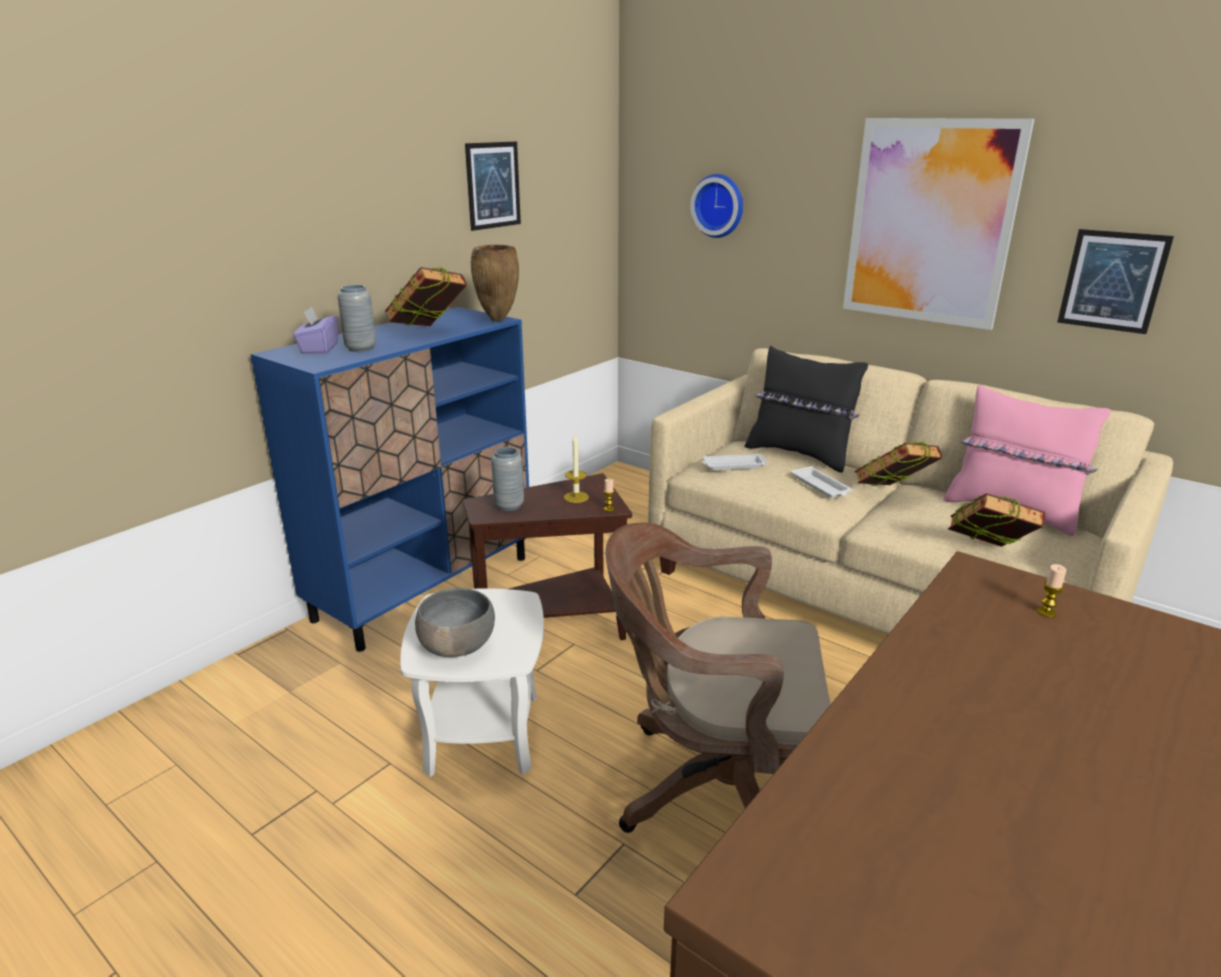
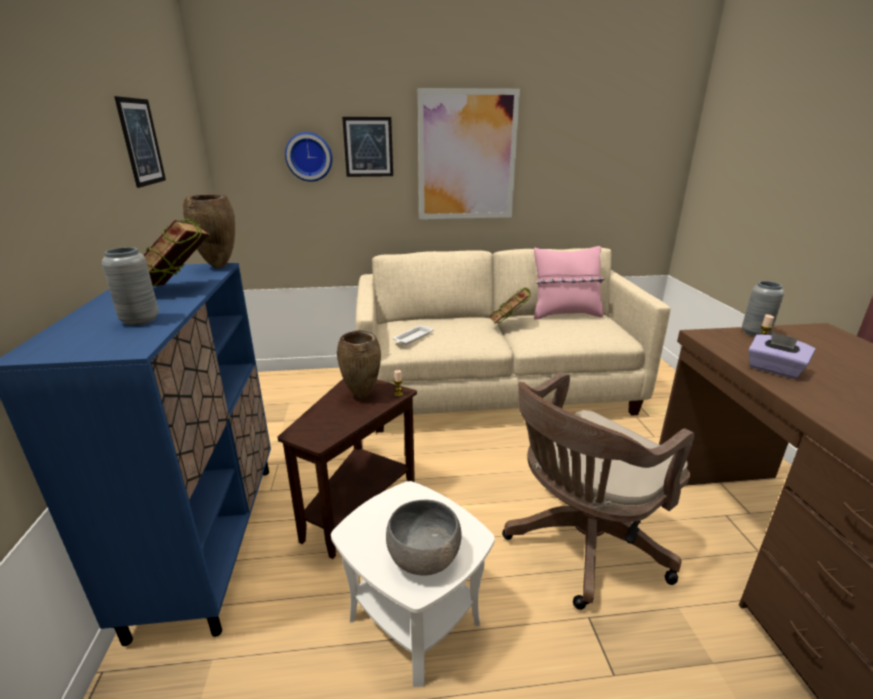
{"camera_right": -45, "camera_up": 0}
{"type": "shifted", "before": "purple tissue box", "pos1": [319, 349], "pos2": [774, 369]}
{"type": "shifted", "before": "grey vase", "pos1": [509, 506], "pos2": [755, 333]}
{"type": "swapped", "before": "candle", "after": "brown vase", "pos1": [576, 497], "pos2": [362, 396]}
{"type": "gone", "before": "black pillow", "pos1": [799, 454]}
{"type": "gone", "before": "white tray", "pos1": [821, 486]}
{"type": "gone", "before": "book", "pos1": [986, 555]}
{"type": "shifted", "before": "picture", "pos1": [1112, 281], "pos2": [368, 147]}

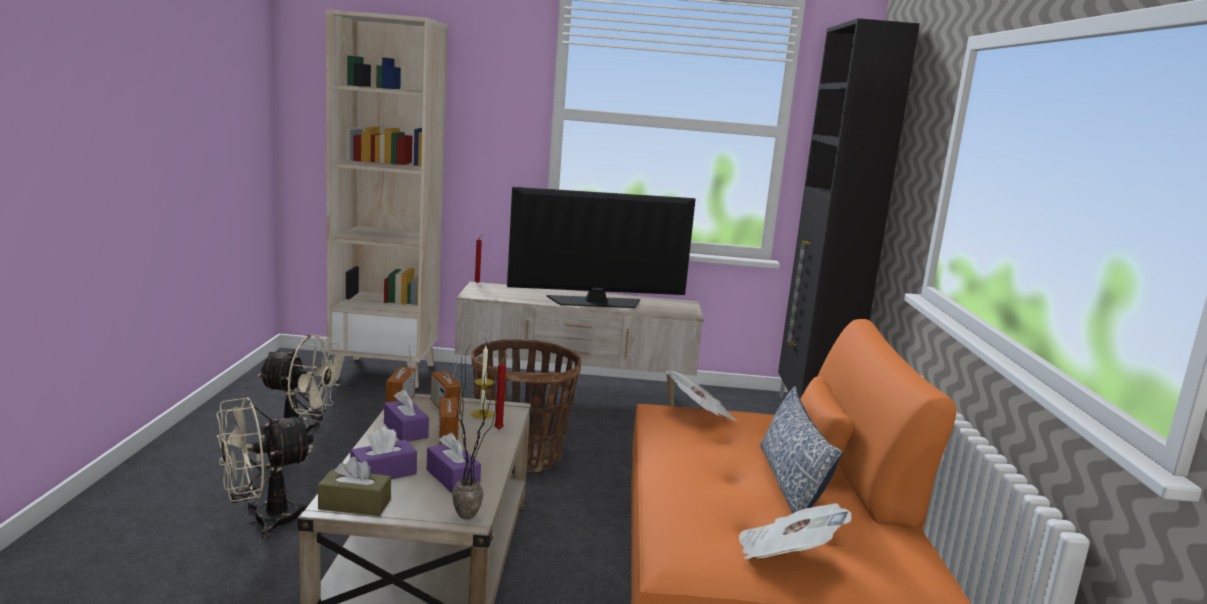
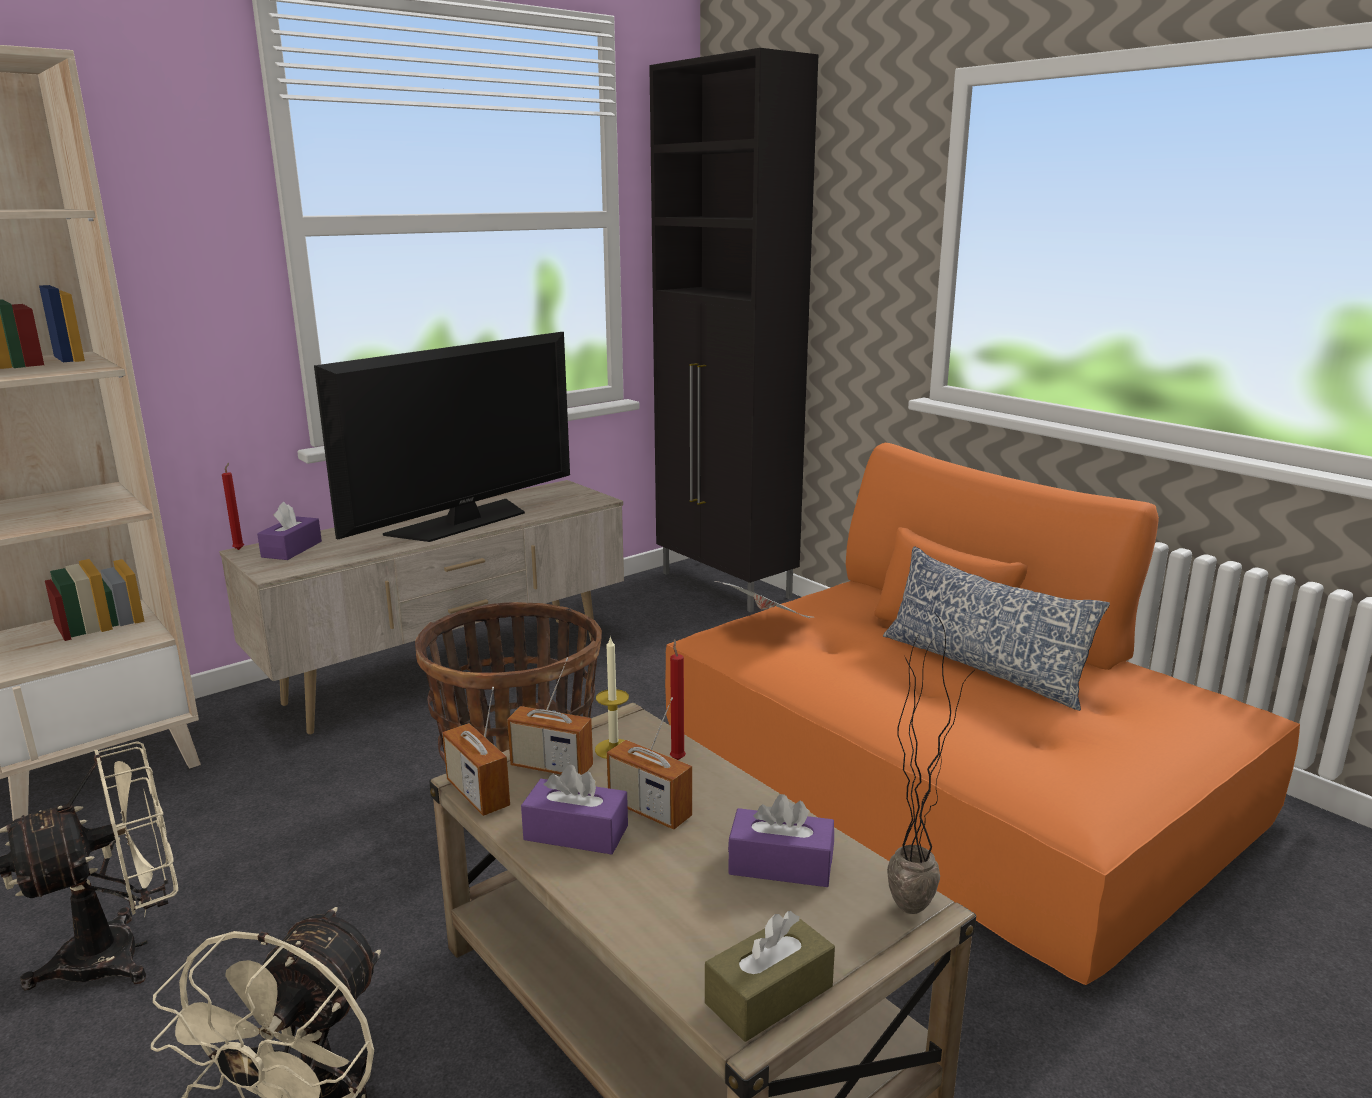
{"camera_right": -40, "camera_up": 5}
{"type": "shifted", "before": "purple tissue box", "pos1": [383, 473], "pos2": [292, 549]}
{"type": "gone", "before": "newspaper", "pos1": [786, 556]}

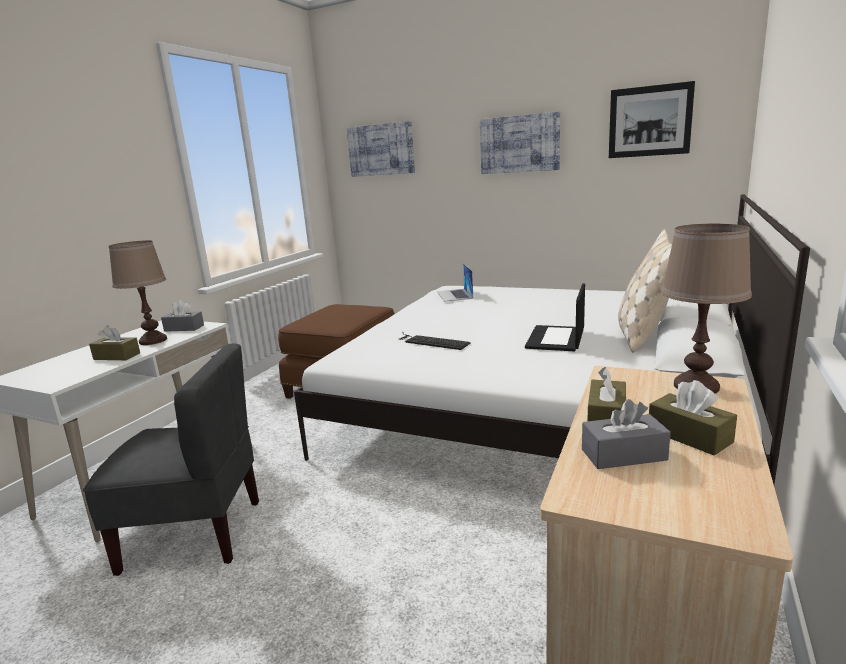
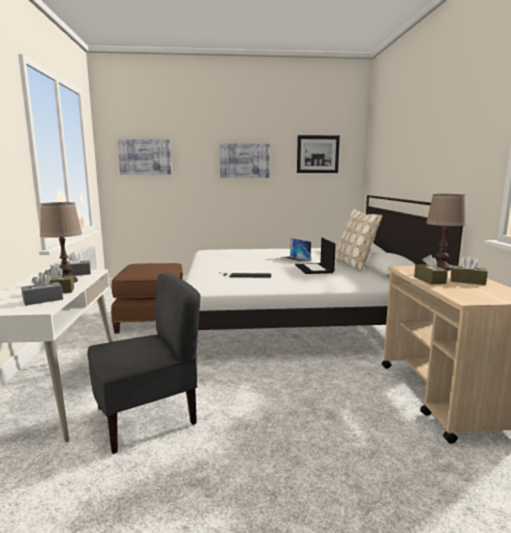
{"camera_right": -30, "camera_up": -5}
{"type": "shifted", "before": "laptop", "pos1": [454, 295], "pos2": [292, 259]}
{"type": "shifted", "before": "grey tissue box", "pos1": [623, 455], "pos2": [43, 300]}

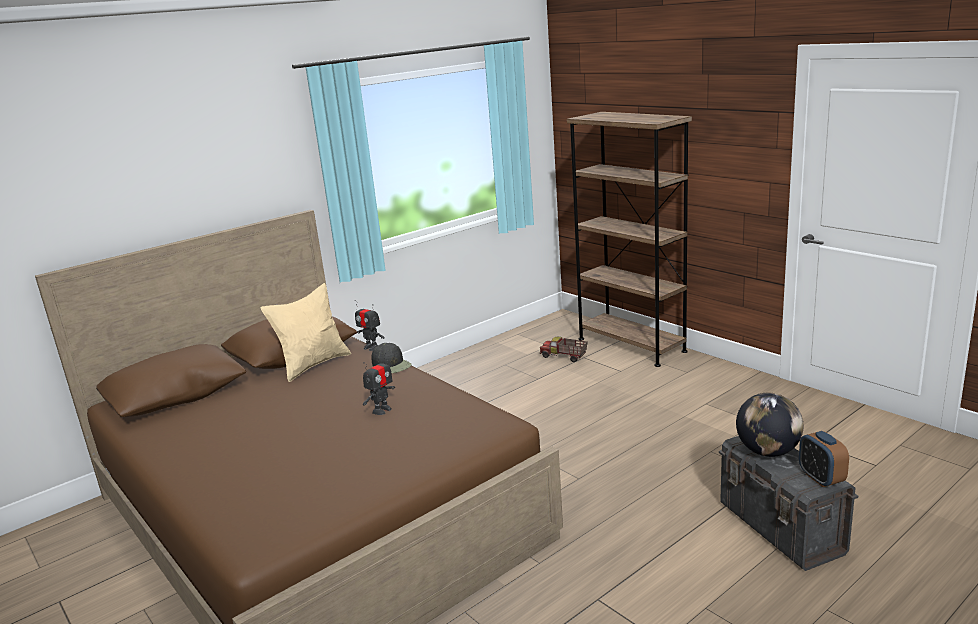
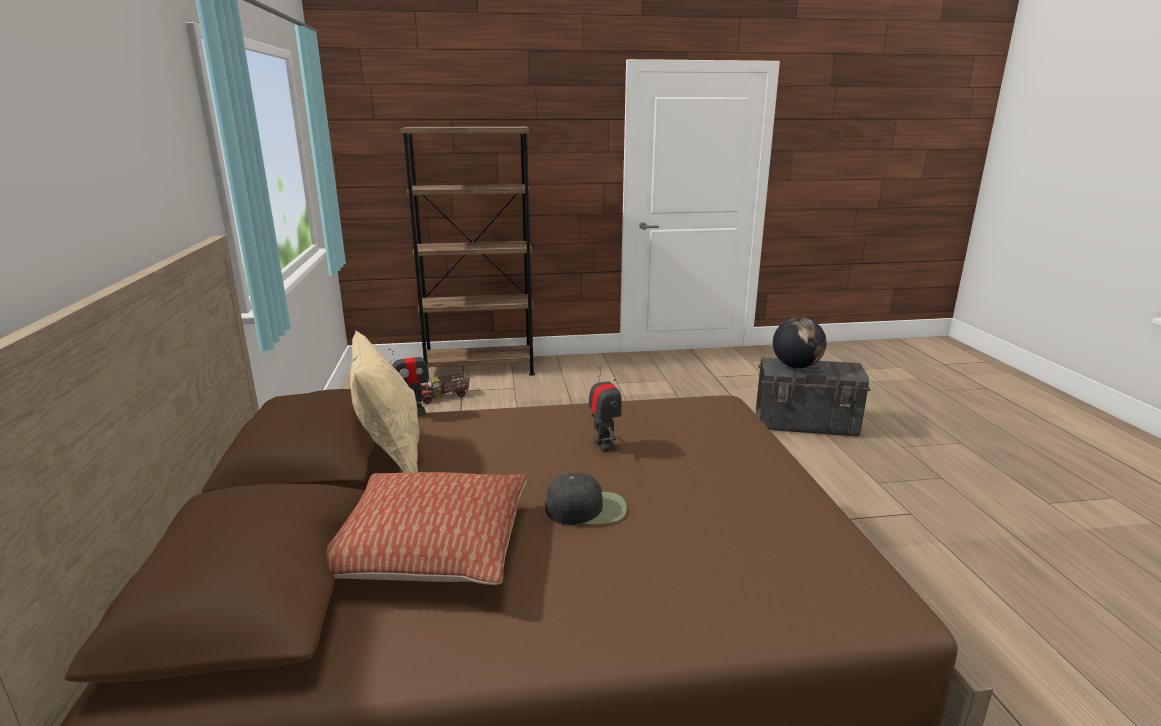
{"camera_right": -60, "camera_up": 0}
{"type": "shifted", "before": "black cap", "pos1": [391, 365], "pos2": [587, 508]}
{"type": "gone", "before": "alarm clock", "pos1": [821, 478]}
{"type": "new", "after": "pillow", "pos2": [430, 548]}

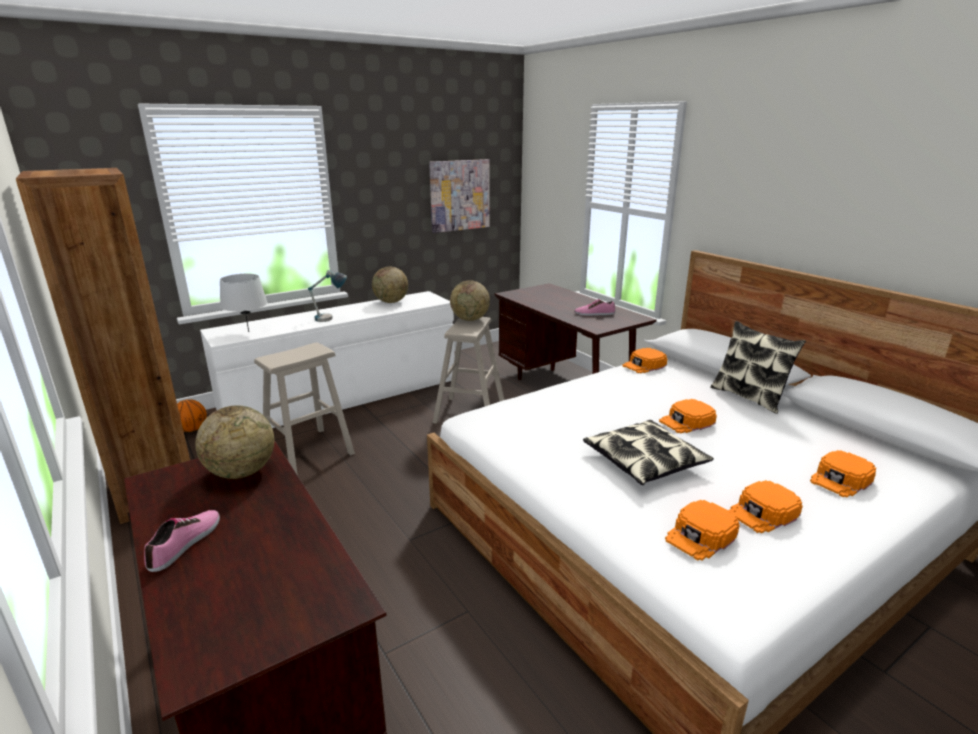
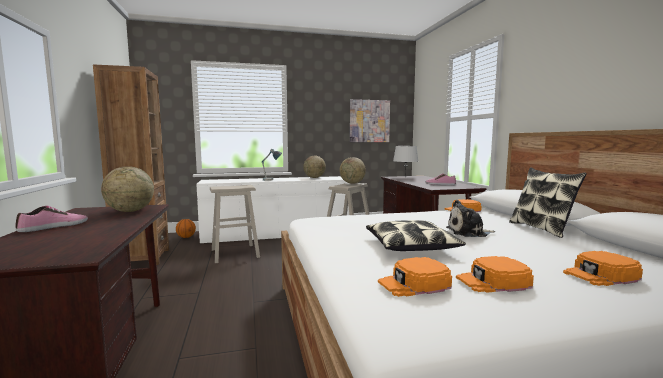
{"camera_right": 20, "camera_up": -15}
{"type": "shifted", "before": "grey table lamp", "pos1": [248, 332], "pos2": [405, 177]}
{"type": "swapped", "before": "orange cap", "after": "plush toy", "pos1": [687, 421], "pos2": [468, 232]}

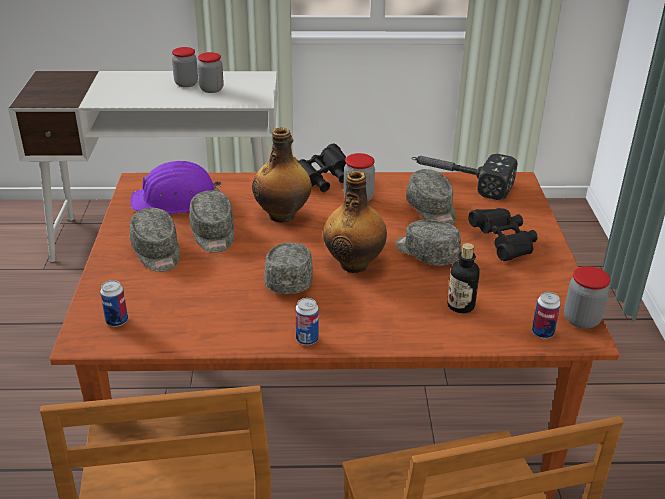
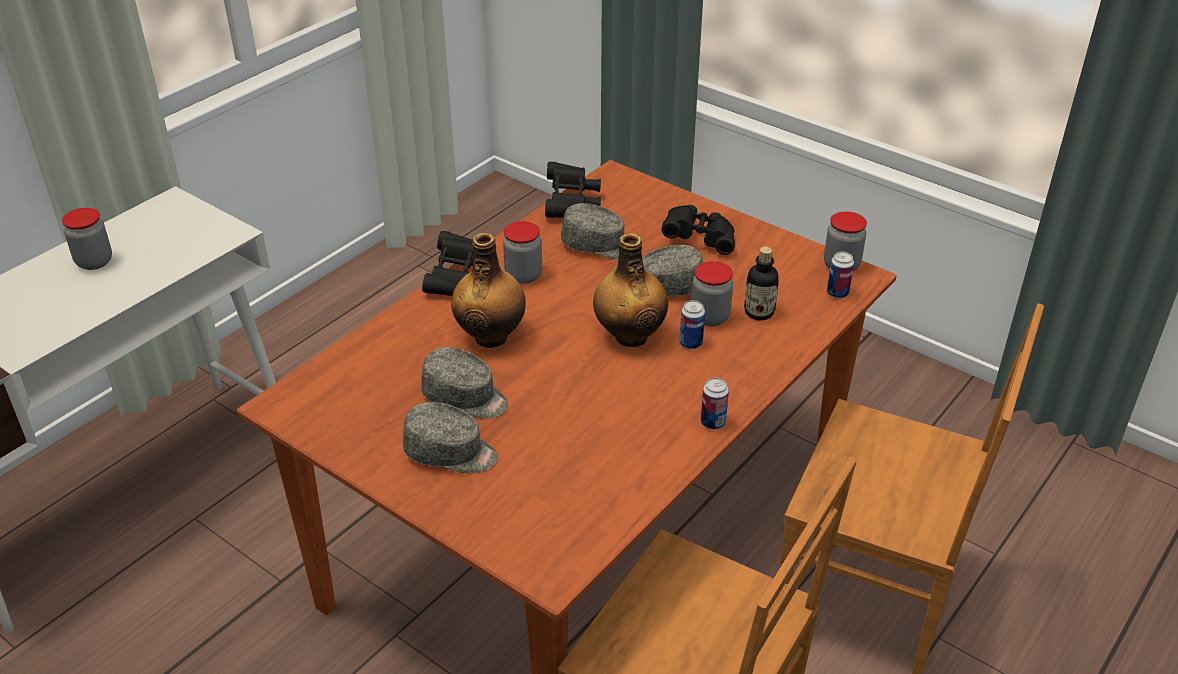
{"camera_right": -50, "camera_up": 5}
{"type": "shifted", "before": "can", "pos1": [117, 321], "pos2": [691, 343]}
{"type": "gone", "before": "purple hard hat", "pos1": [176, 200]}
{"type": "shifted", "before": "jar", "pos1": [211, 89], "pos2": [710, 317]}
{"type": "gone", "before": "grey cap", "pos1": [290, 278]}
{"type": "swapped", "before": "hammer", "after": "black binoculars", "pos1": [459, 180], "pos2": [571, 204]}

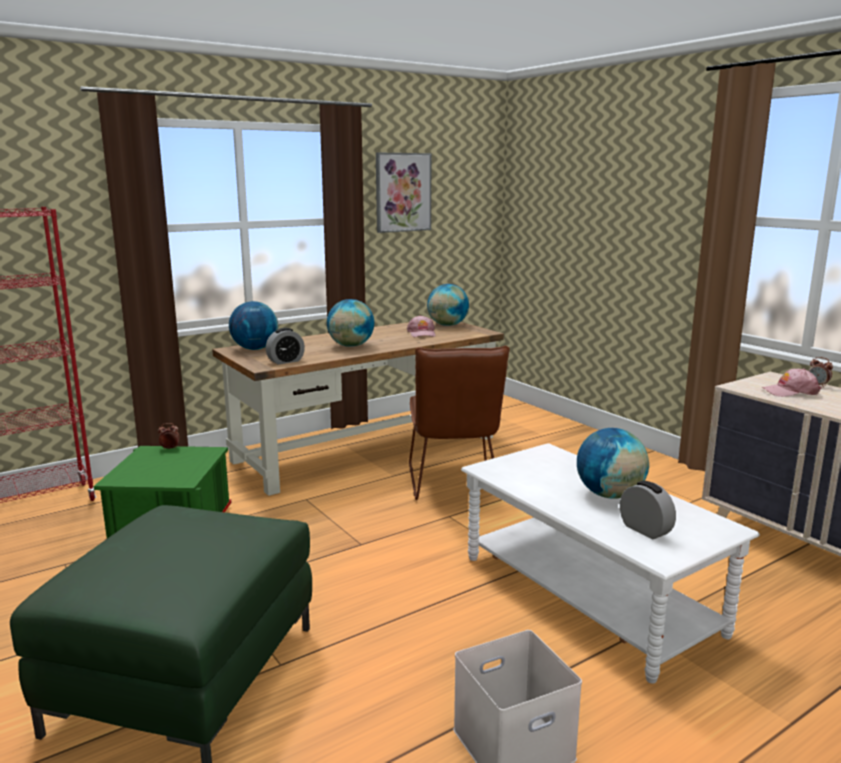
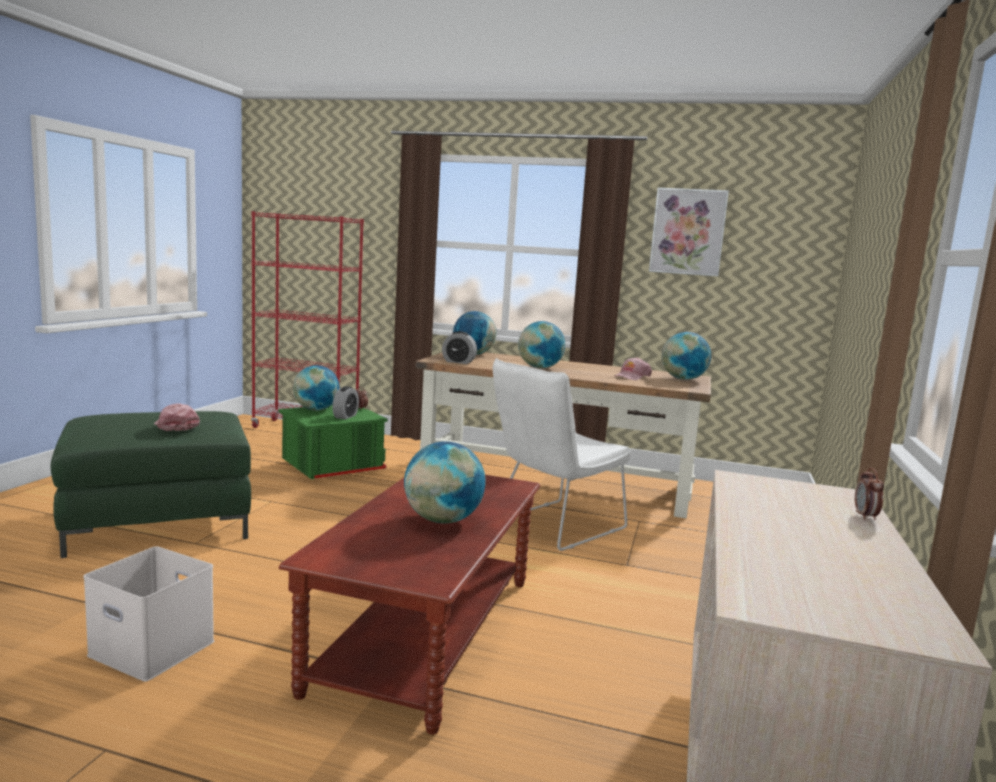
{"camera_right": 50, "camera_up": -5}
{"type": "repainted", "before": "brown chair", "after": "white chair", "pos1": [453, 484], "pos2": [552, 526]}
{"type": "repainted", "before": "white coffee table", "after": "brown coffee table", "pos1": [587, 594], "pos2": [427, 632]}
{"type": "shifted", "before": "alarm clock", "pos1": [645, 530], "pos2": [345, 416]}
{"type": "shifted", "before": "pink cap", "pos1": [790, 392], "pos2": [175, 426]}
{"type": "new", "after": "globe", "pos2": [316, 410]}

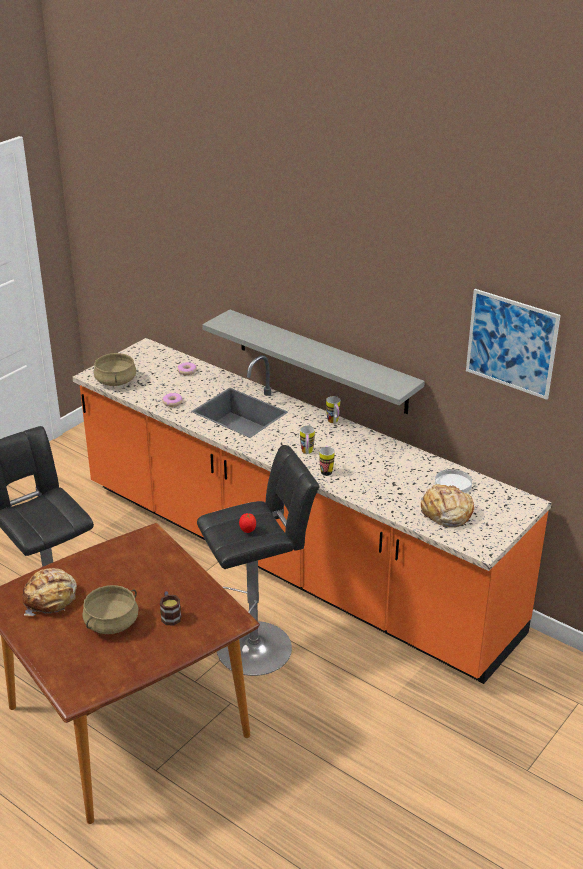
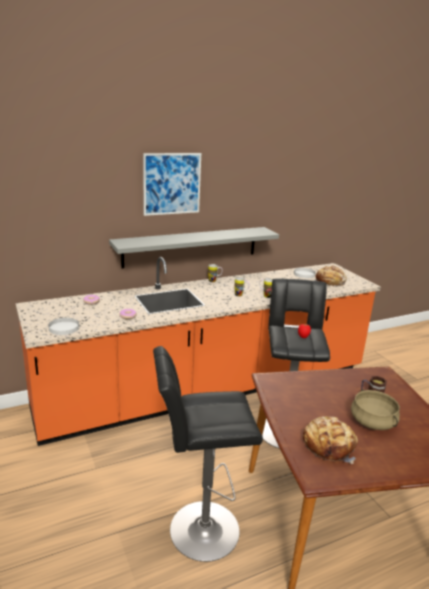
{"camera_right": -65, "camera_up": -10}
{"type": "swapped", "before": "beige cooking pot", "after": "white plate", "pos1": [116, 381], "pos2": [64, 328]}
{"type": "shifted", "before": "picture", "pos1": [511, 343], "pos2": [172, 184]}

